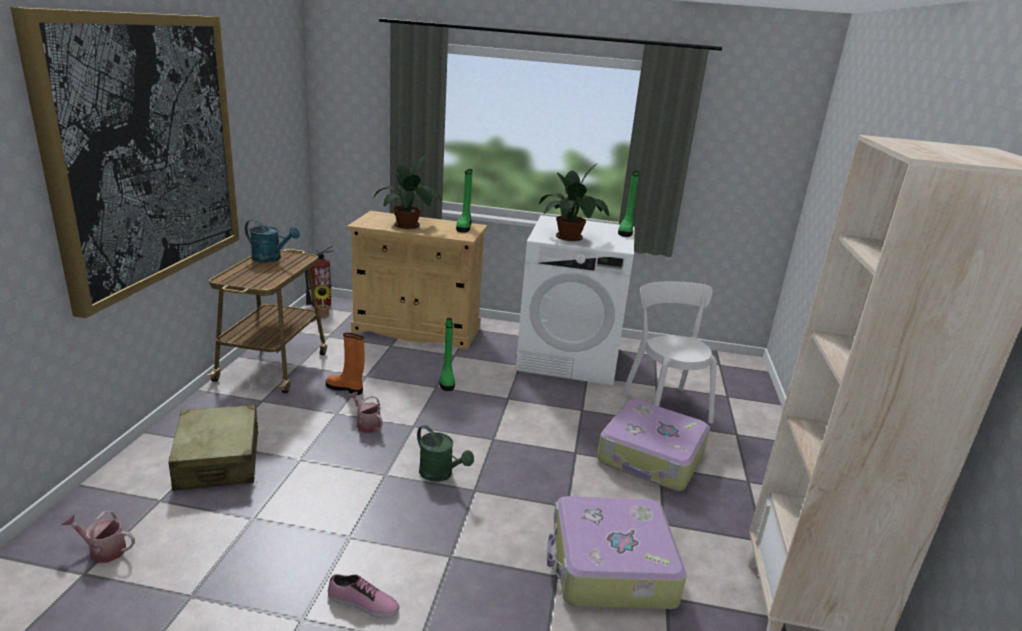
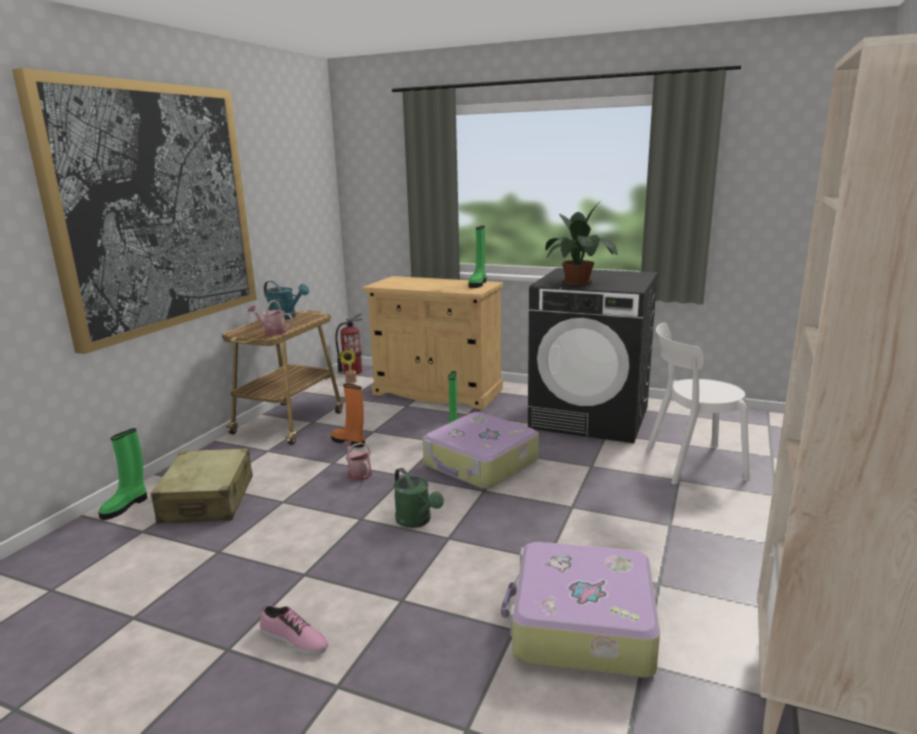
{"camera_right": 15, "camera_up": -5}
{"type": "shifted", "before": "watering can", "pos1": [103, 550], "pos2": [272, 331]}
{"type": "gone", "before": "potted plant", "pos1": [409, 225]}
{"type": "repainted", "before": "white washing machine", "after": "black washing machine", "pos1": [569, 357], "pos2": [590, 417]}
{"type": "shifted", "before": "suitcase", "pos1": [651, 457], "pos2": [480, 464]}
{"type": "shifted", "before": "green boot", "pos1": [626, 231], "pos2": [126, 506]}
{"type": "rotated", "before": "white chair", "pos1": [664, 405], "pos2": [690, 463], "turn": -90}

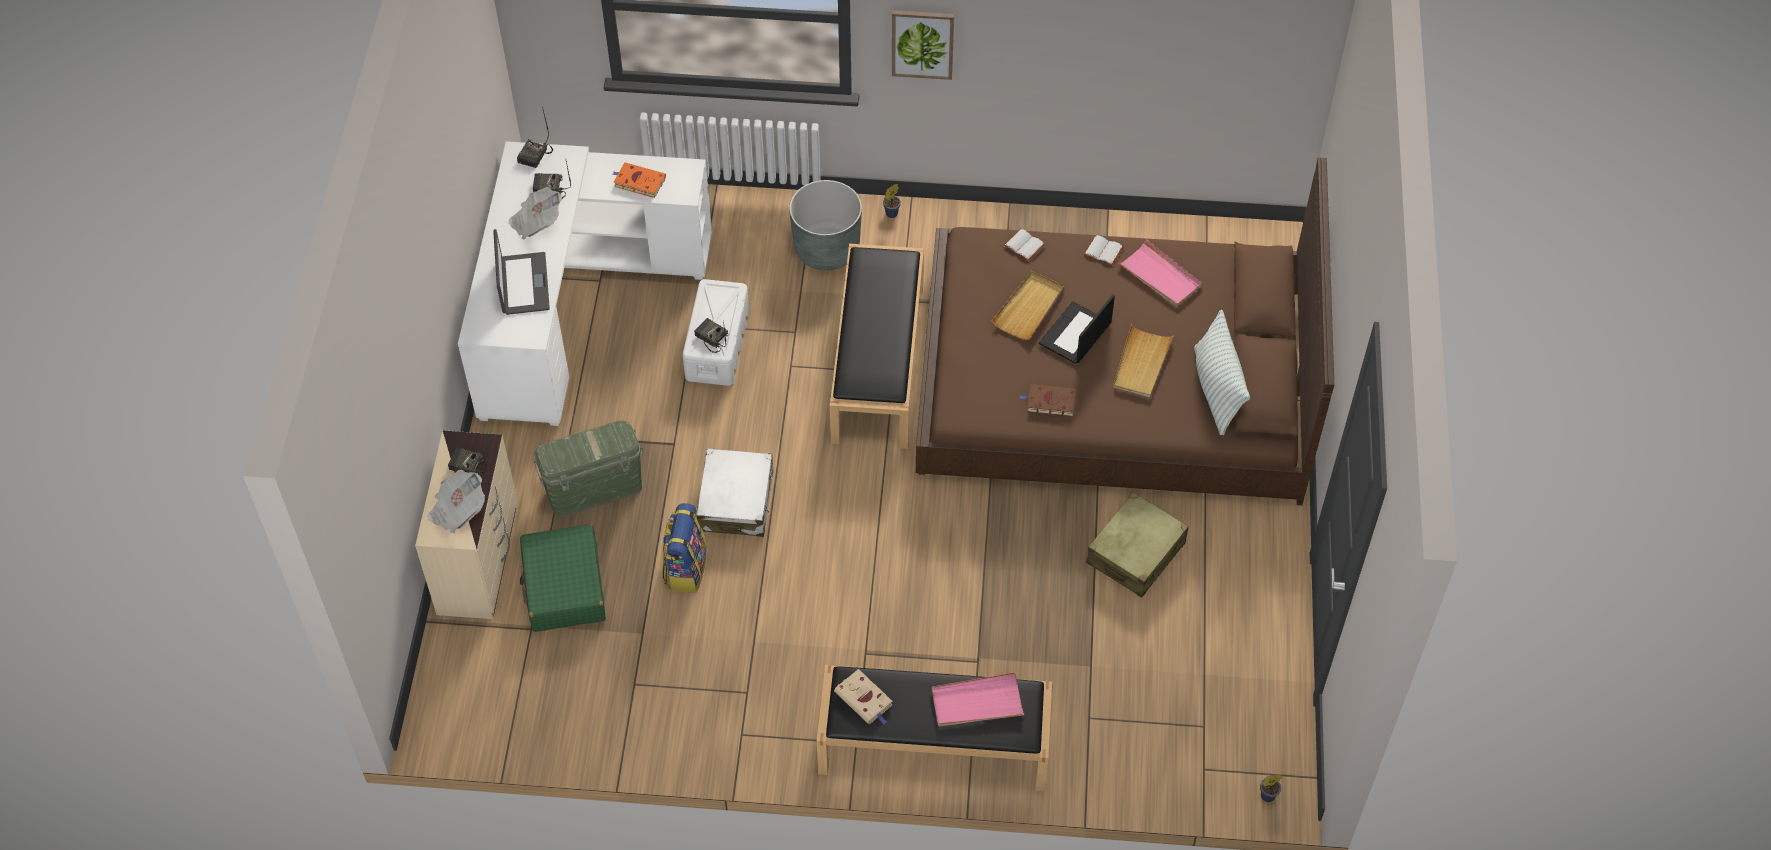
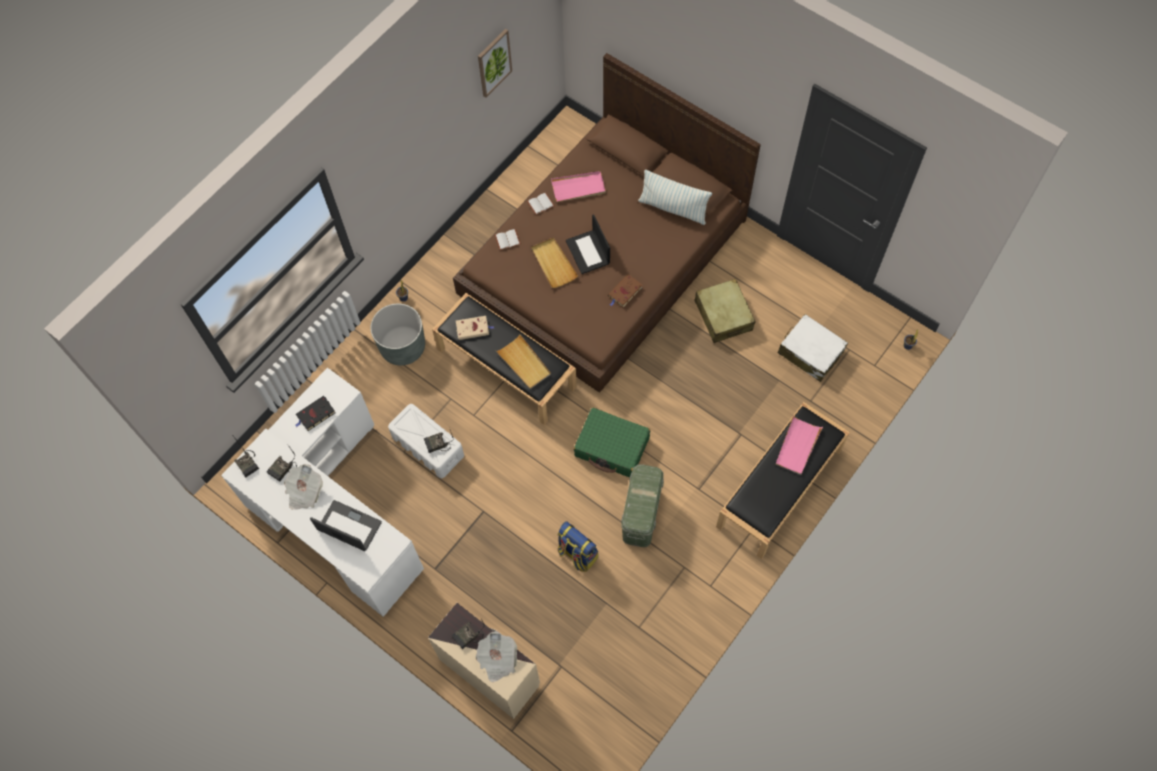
{"camera_right": -55, "camera_up": 10}
{"type": "shifted", "before": "green suitcase", "pos1": [564, 587], "pos2": [612, 447]}
{"type": "shifted", "before": "green storage box", "pos1": [594, 489], "pos2": [641, 515]}
{"type": "repainted", "before": "orange book", "after": "black book", "pos1": [638, 182], "pos2": [315, 415]}
{"type": "shifted", "before": "white suitcase", "pos1": [736, 501], "pos2": [810, 352]}
{"type": "shifted", "before": "beige book", "pos1": [865, 700], "pos2": [473, 329]}
{"type": "shifted", "before": "picture", "pos1": [922, 43], "pos2": [494, 62]}
{"type": "shifted", "before": "beige tray", "pos1": [1141, 363], "pos2": [524, 363]}

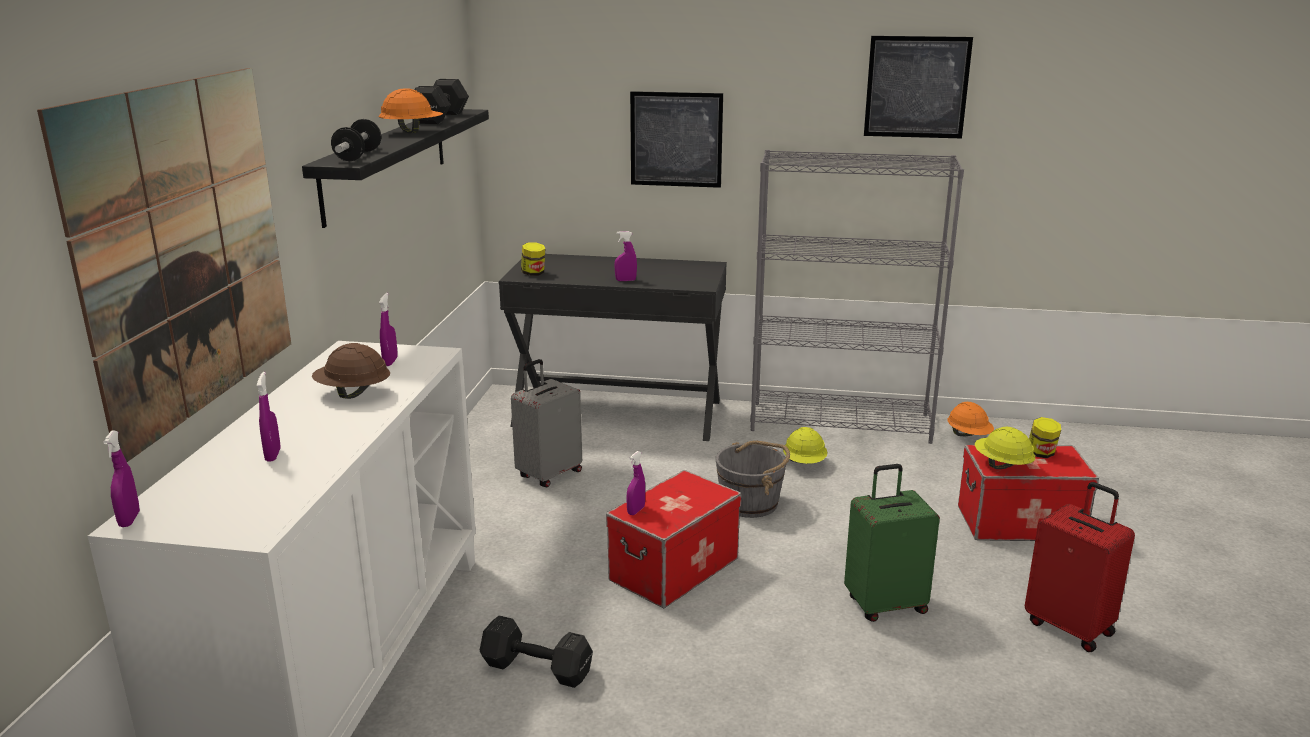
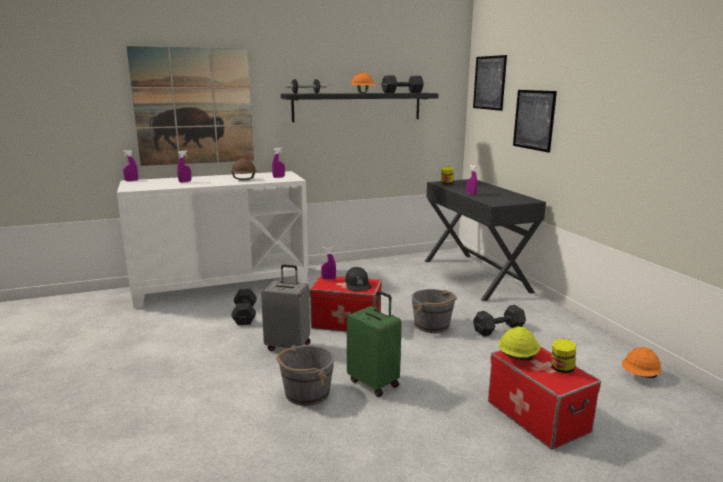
{"camera_right": 60, "camera_up": -5}
{"type": "shifted", "before": "grey suitcase", "pos1": [548, 474], "pos2": [288, 346]}
{"type": "gone", "before": "grey bookcase", "pos1": [841, 422]}
{"type": "swapped", "before": "yellow hard hat", "after": "black dumbbell", "pos1": [804, 463], "pos2": [500, 329]}
{"type": "shifted", "before": "picture", "pos1": [916, 87], "pos2": [489, 83]}
{"type": "gone", "before": "red suitcase", "pos1": [1070, 627]}
{"type": "new", "after": "grey bucket", "pos2": [306, 393]}
{"type": "new", "after": "black cap", "pos2": [357, 284]}

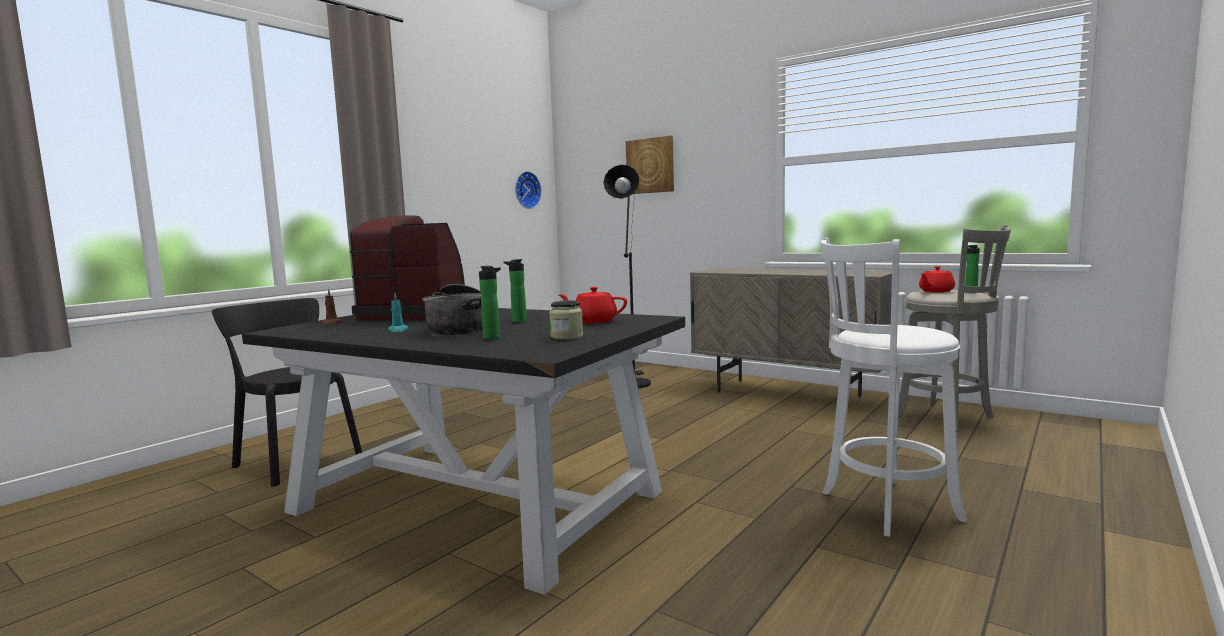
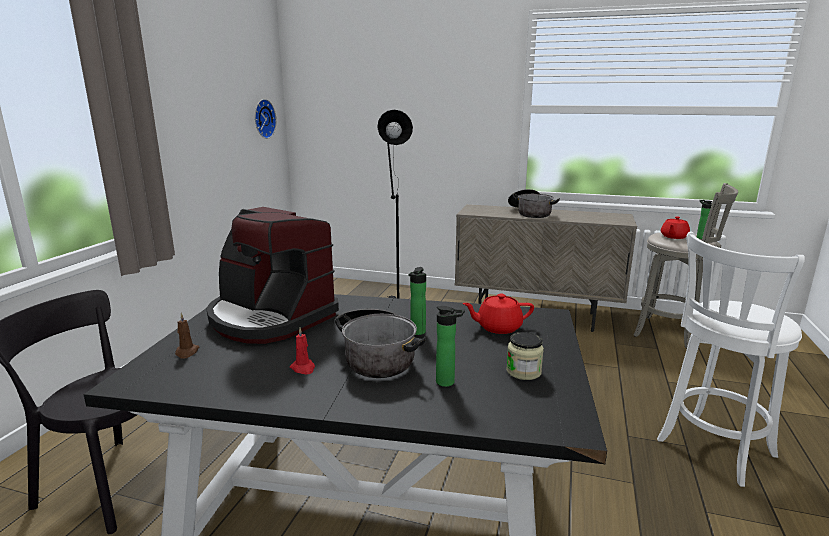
{"camera_right": -20, "camera_up": 10}
{"type": "rotated", "before": "coffee machine", "pos1": [417, 314], "pos2": [270, 317], "turn": -135}
{"type": "repainted", "before": "turquoise candle", "after": "red candle", "pos1": [398, 330], "pos2": [303, 368]}
{"type": "gone", "before": "picture", "pos1": [650, 165]}
{"type": "new", "after": "cooking pot", "pos2": [530, 213]}

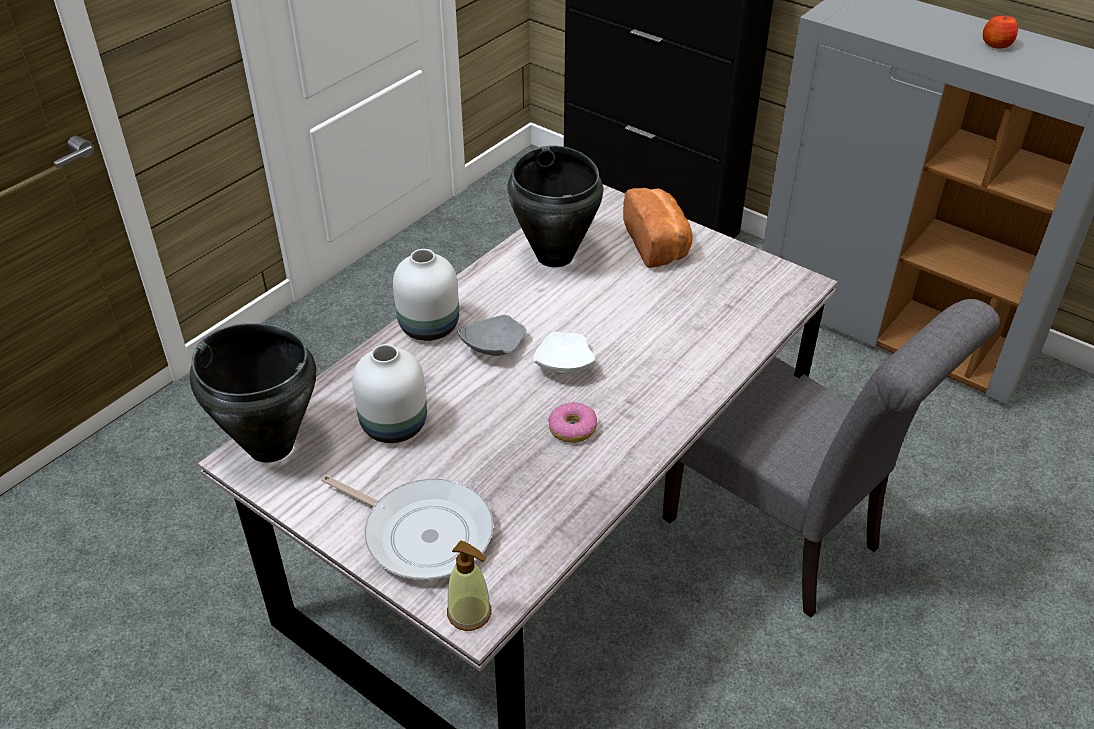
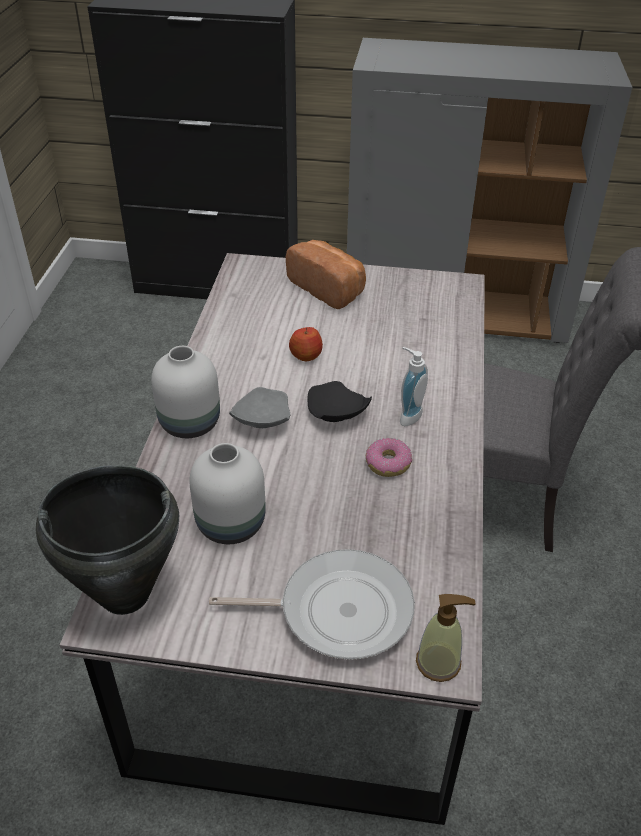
{"camera_right": -30, "camera_up": 0}
{"type": "gone", "before": "black cooking pot", "pos1": [555, 256]}
{"type": "repainted", "before": "white plate", "after": "black plate", "pos1": [563, 365], "pos2": [335, 413]}
{"type": "shifted", "before": "apple", "pos1": [996, 45], "pos2": [306, 355]}
{"type": "new", "after": "soap dispenser", "pos2": [407, 415]}

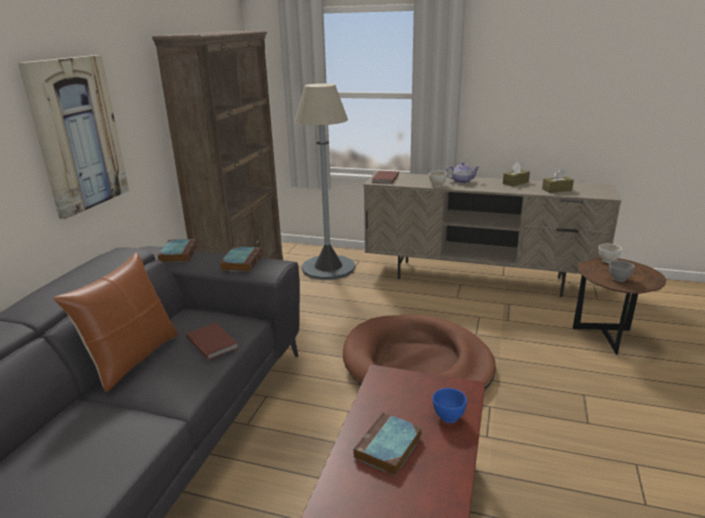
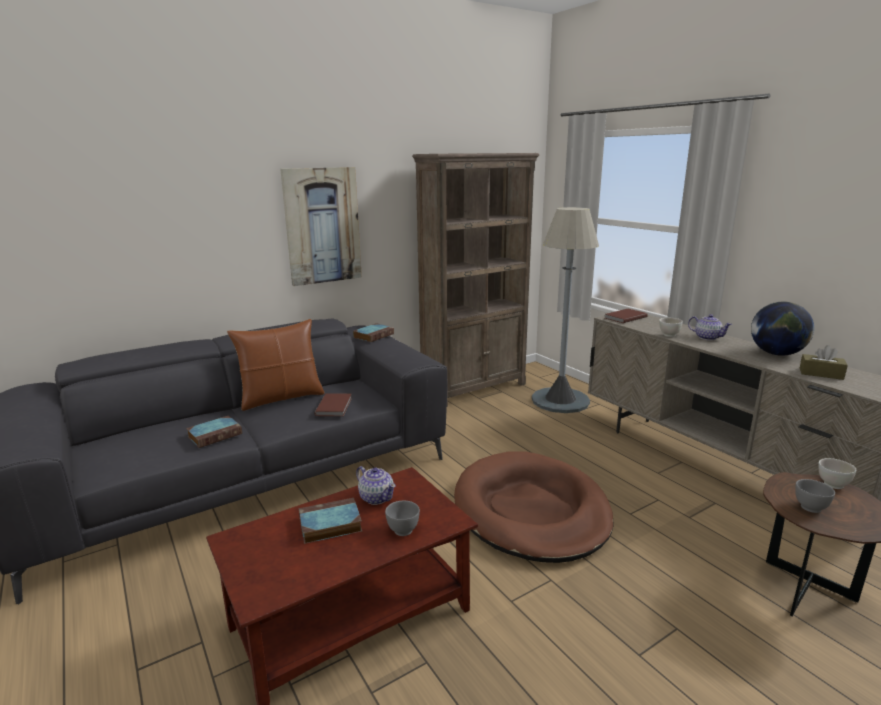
{"camera_right": 40, "camera_up": -5}
{"type": "shifted", "before": "book", "pos1": [242, 262], "pos2": [215, 434]}
{"type": "repainted", "before": "blue bowl", "after": "grey bowl", "pos1": [448, 417], "pos2": [403, 530]}
{"type": "swapped", "before": "brown tissue box", "after": "globe", "pos1": [515, 183], "pos2": [776, 354]}
{"type": "new", "after": "teapot", "pos2": [376, 497]}

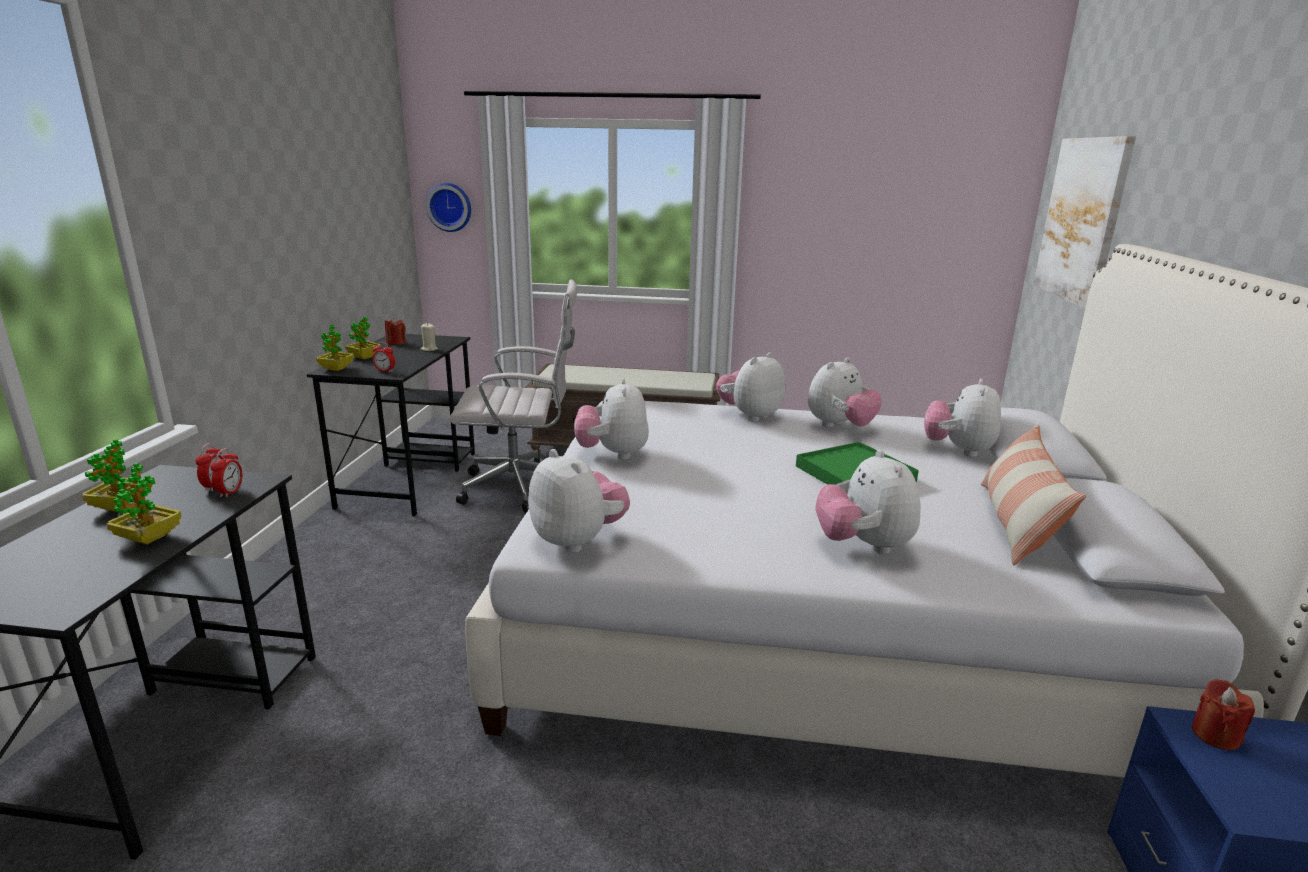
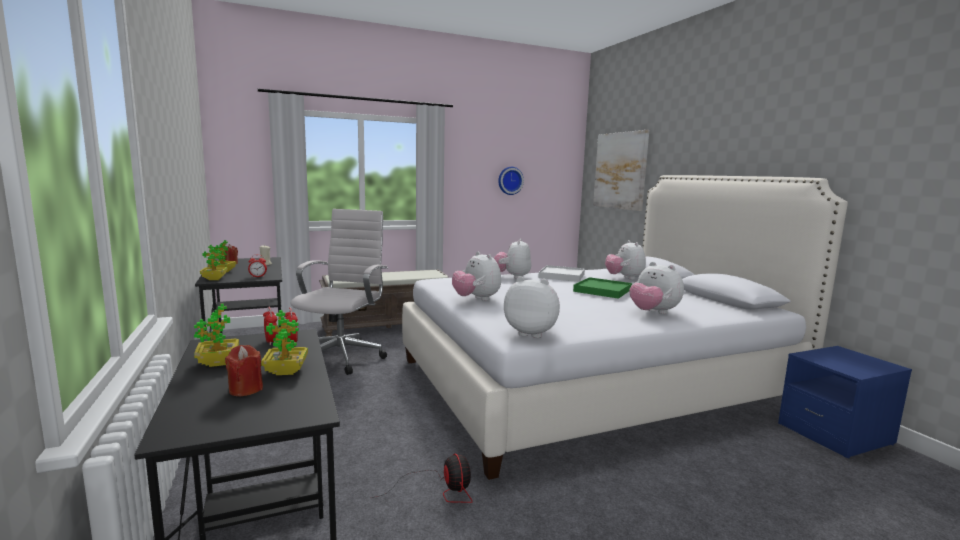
{"camera_right": -30, "camera_up": -10}
{"type": "shifted", "before": "wall clock", "pos1": [450, 207], "pos2": [510, 180]}
{"type": "rotated", "before": "white office chair", "pos1": [522, 488], "pos2": [343, 357], "turn": -45}
{"type": "swapped", "before": "plush toy", "after": "white tray", "pos1": [840, 426], "pos2": [561, 276]}
{"type": "gone", "before": "pillow", "pos1": [1016, 523]}
{"type": "shifted", "before": "red candle", "pos1": [1215, 735], "pos2": [246, 389]}
{"type": "new", "after": "fan", "pos2": [439, 490]}

